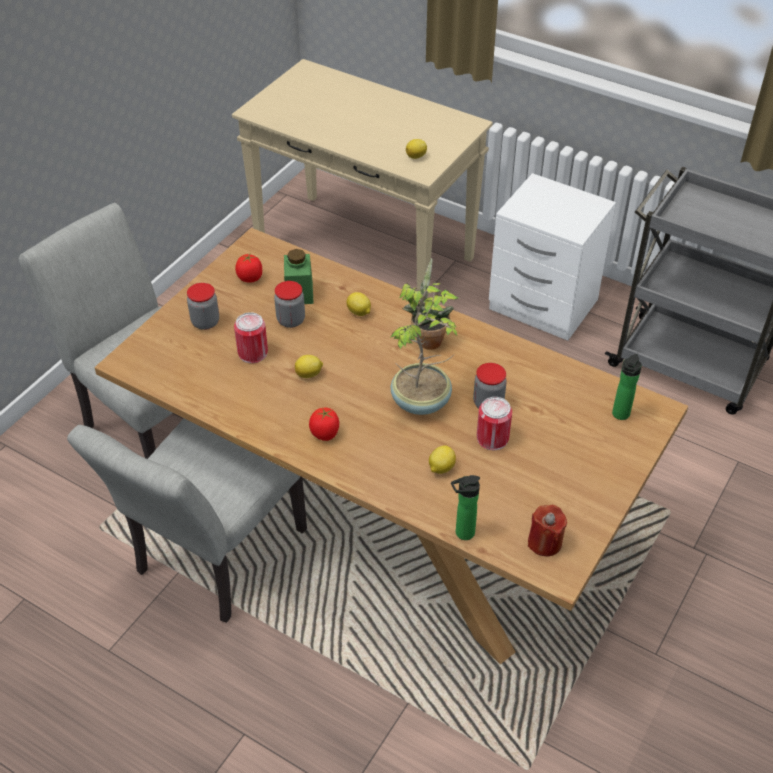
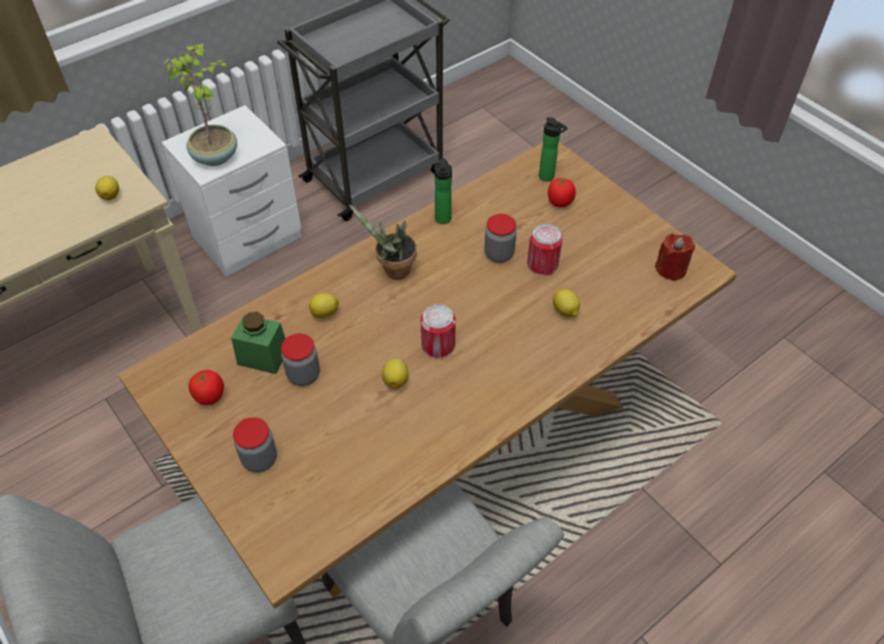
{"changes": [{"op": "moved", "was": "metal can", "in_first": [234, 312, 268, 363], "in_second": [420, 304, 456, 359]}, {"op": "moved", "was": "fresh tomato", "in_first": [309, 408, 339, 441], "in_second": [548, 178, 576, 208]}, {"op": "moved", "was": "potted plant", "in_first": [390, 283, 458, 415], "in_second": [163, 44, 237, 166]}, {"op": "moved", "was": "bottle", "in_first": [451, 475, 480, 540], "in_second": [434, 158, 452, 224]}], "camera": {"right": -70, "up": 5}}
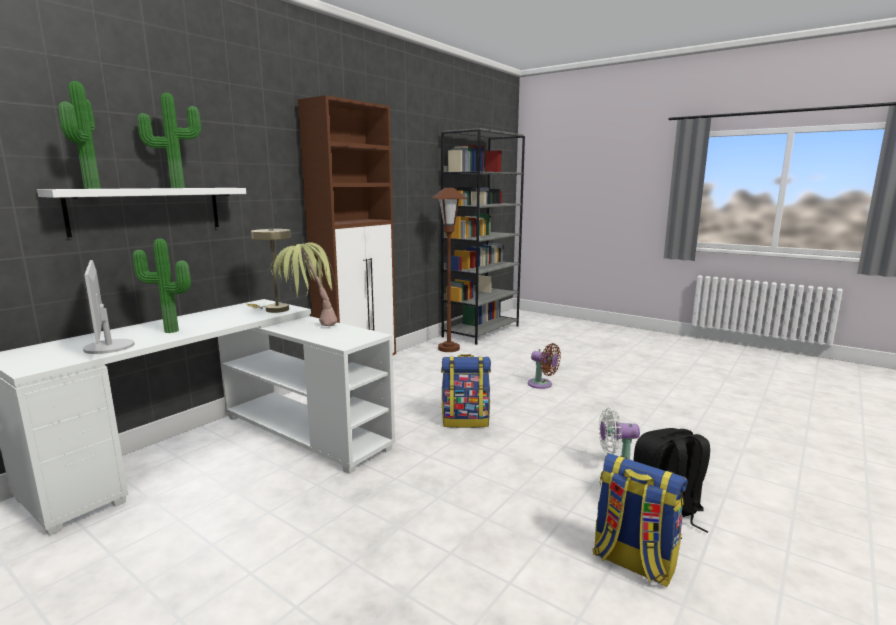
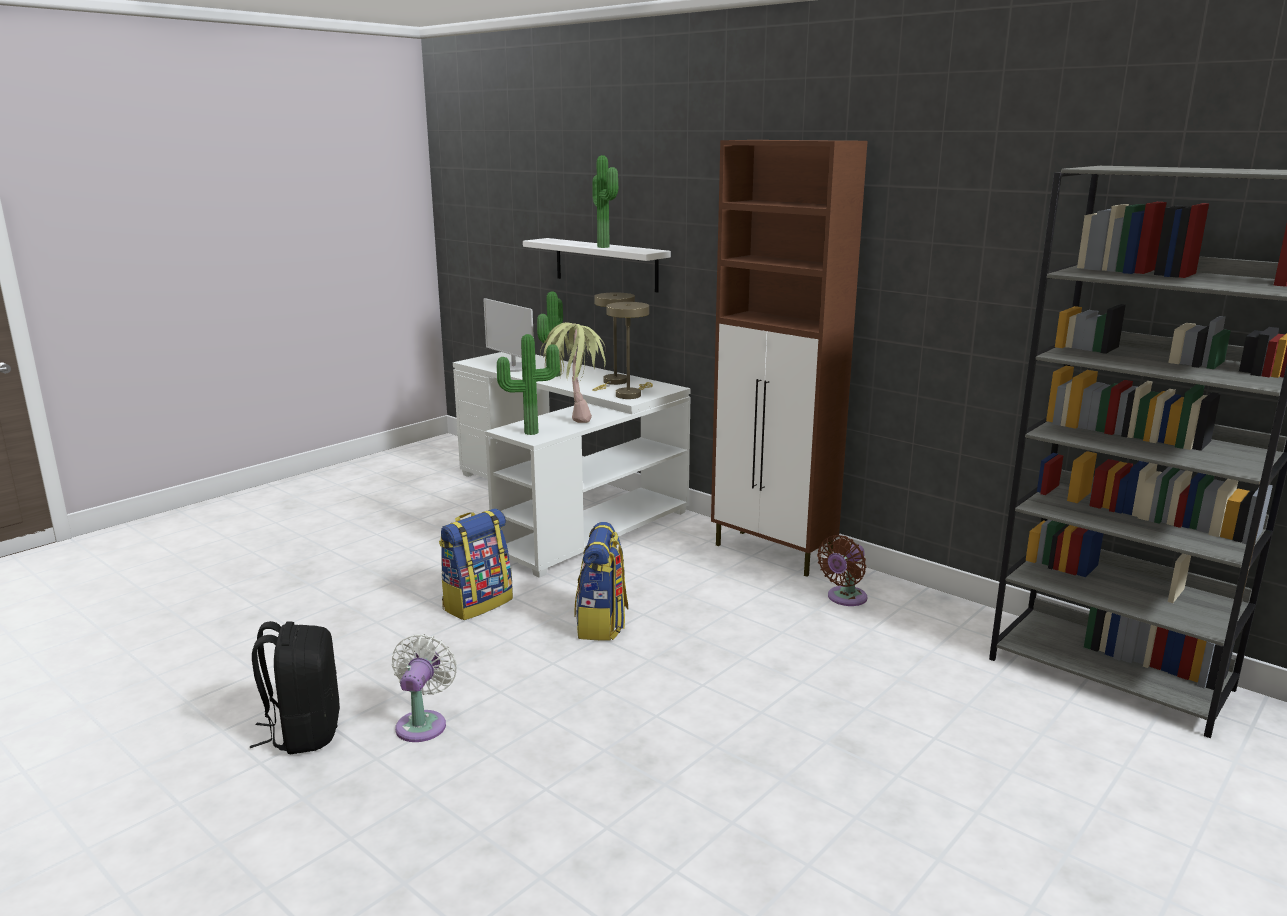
{"changes": [{"op": "removed", "was": "brown standing lamp", "in_first": [431, 188, 467, 352]}, {"op": "added", "now": "beige table lamp", "in_second": [592, 292, 635, 391]}, {"op": "moved", "was": "potted plant", "in_first": [58, 81, 101, 189], "in_second": [497, 334, 560, 435]}, {"op": "moved", "was": "brown cooling fan", "in_first": [528, 343, 561, 389], "in_second": [817, 535, 867, 606]}, {"op": "moved", "was": "backpack", "in_first": [593, 453, 687, 587], "in_second": [439, 509, 513, 620]}, {"op": "turned", "was": "computer screen", "in_first": [83, 260, 134, 354], "in_second": [483, 298, 534, 372], "clockwise": -105}], "camera": {"right": 95, "up": 5}}
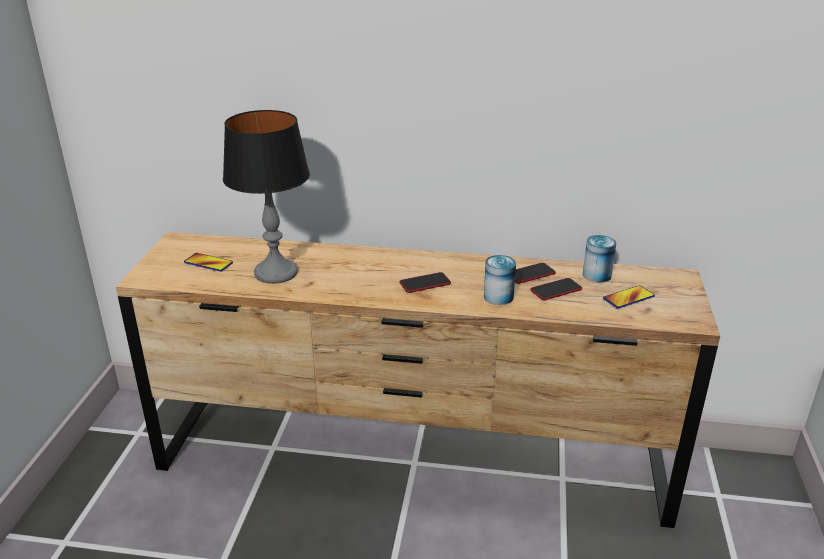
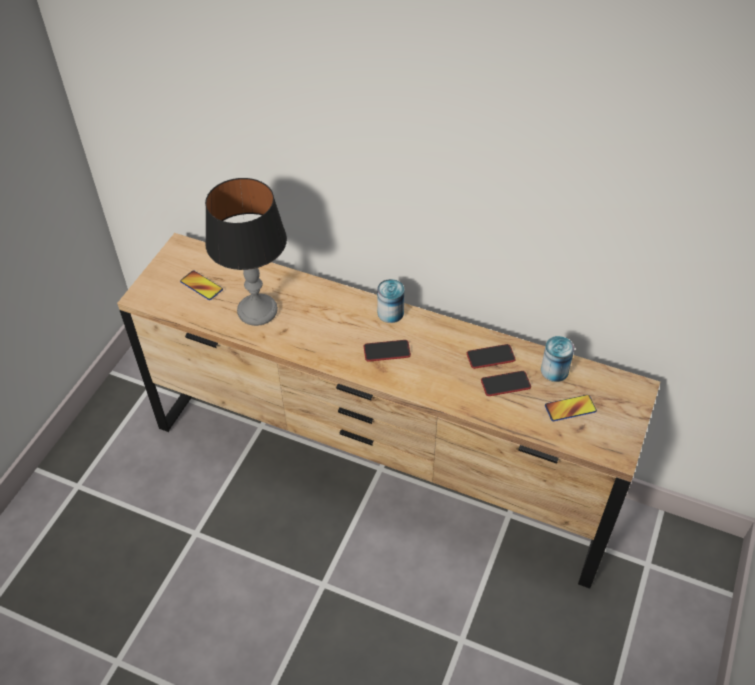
{"changes": [{"op": "moved", "was": "metal can", "in_first": [484, 255, 516, 305], "in_second": [377, 279, 404, 323]}], "camera": {"right": 15, "up": 20}}
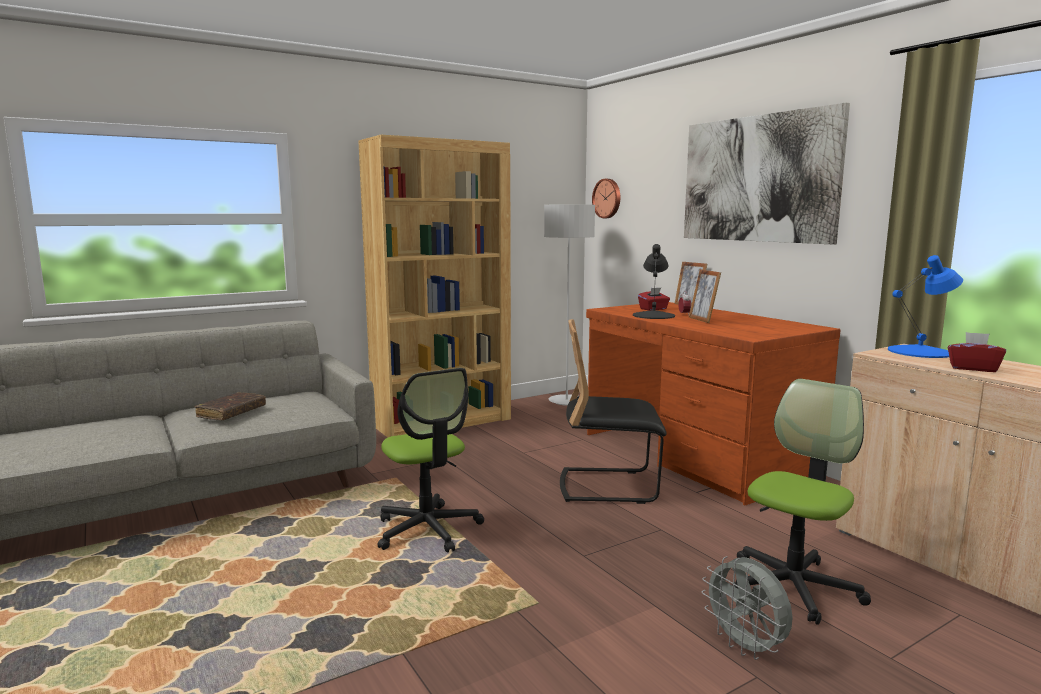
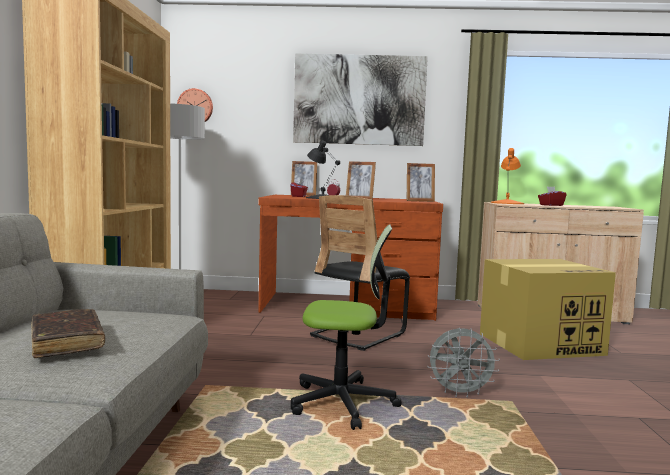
{"changes": [{"op": "added", "now": "picture frame", "in_second": [407, 163, 435, 202]}, {"op": "moved", "was": "greyish cooling fan", "in_first": [702, 556, 793, 660], "in_second": [427, 328, 500, 398]}, {"op": "replaced", "was": "office chair", "now": "packing box", "in_first": [734, 379, 871, 625], "in_second": [480, 259, 616, 360]}, {"op": "recoloured", "was": "blue-coloured table lamp", "now": "orange table lamp", "in_first": [888, 255, 963, 358], "in_second": [491, 148, 524, 204]}], "camera": {"right": -55, "up": -5}}
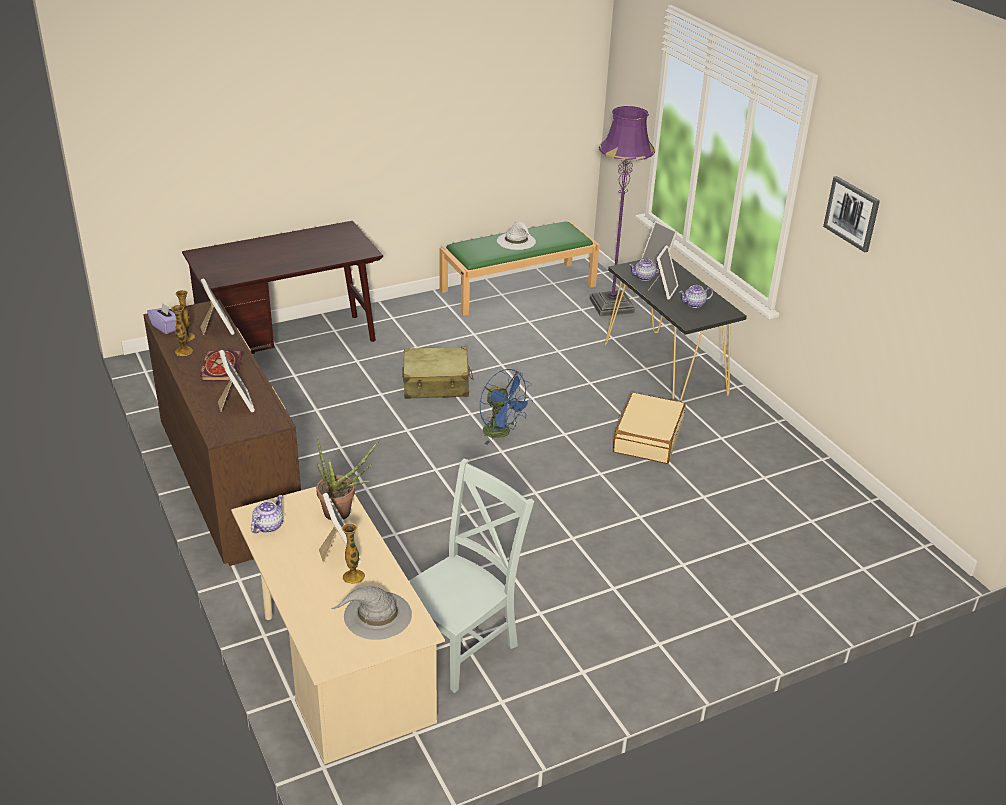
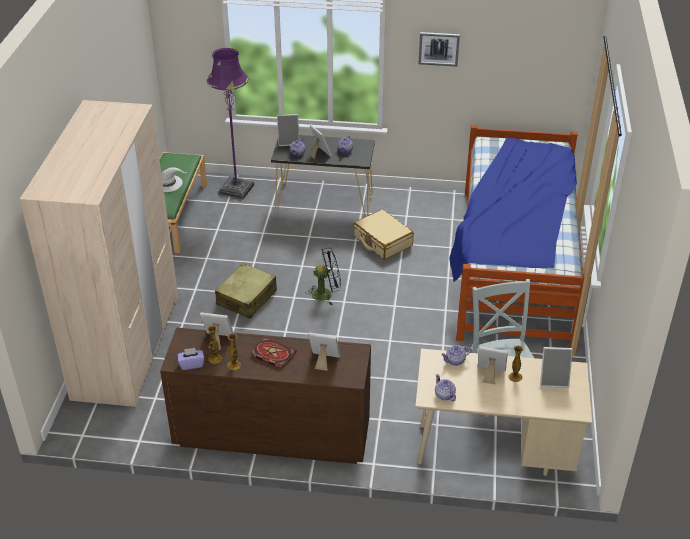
{"changes": [{"op": "added", "now": "sleeping bed", "in_second": [450, 125, 591, 348]}, {"op": "replaced", "was": "brown desk table", "now": "beige armoire", "in_first": [182, 221, 383, 354], "in_second": [20, 100, 178, 407]}, {"op": "replaced", "was": "potted plant", "now": "teapot", "in_first": [316, 436, 379, 520], "in_second": [441, 345, 471, 366]}, {"op": "replaced", "was": "greyish hat", "now": "picture frame", "in_first": [331, 586, 412, 640], "in_second": [540, 347, 573, 388]}, {"op": "recoloured", "was": "blue-coloured cooling fan", "now": "black-coloured cooling fan", "in_first": [480, 369, 533, 445], "in_second": [306, 248, 341, 305]}], "camera": {"right": -55, "up": 5}}
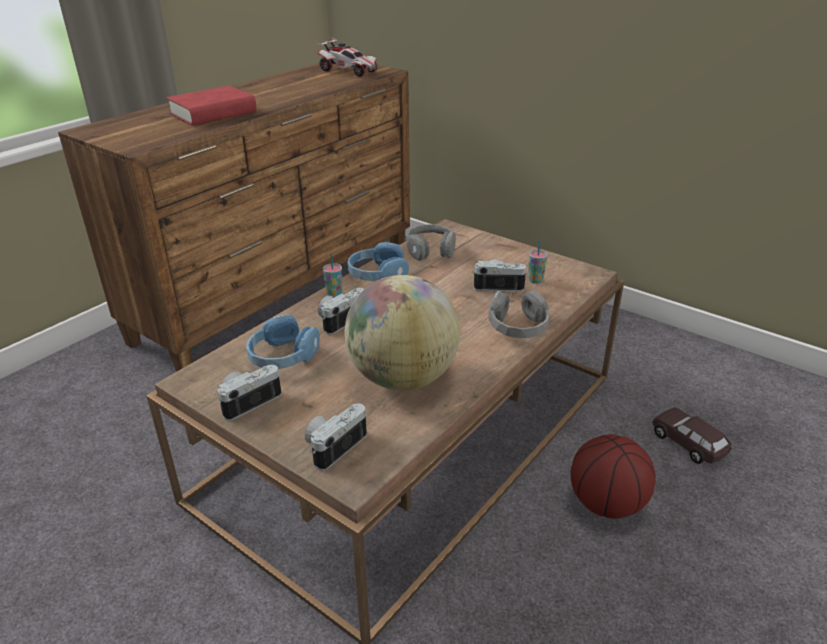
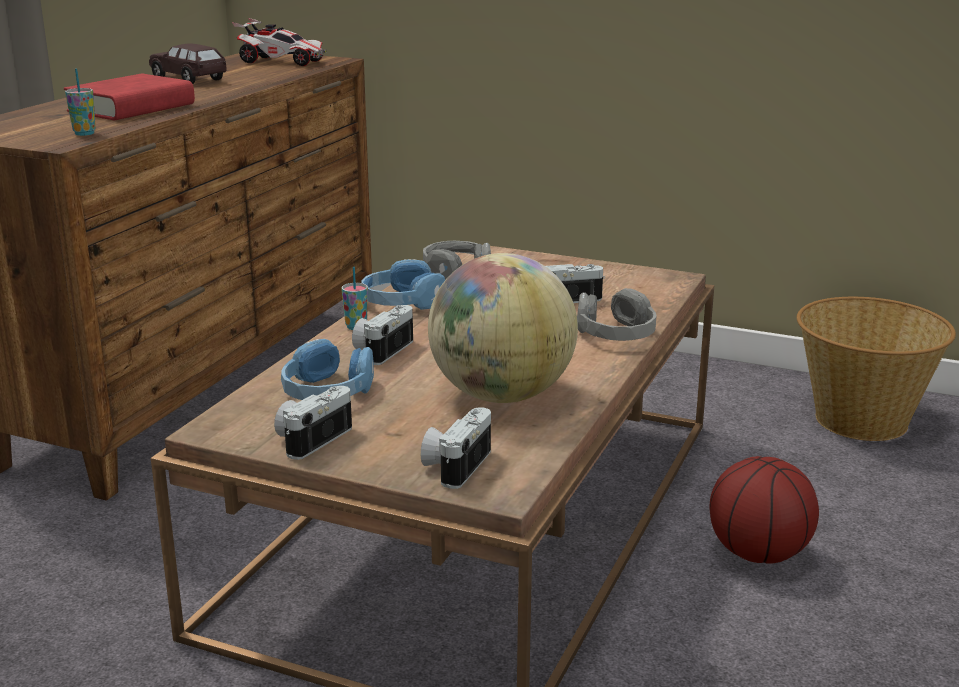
{"changes": [{"op": "added", "now": "storage basket", "in_second": [797, 297, 956, 441]}, {"op": "moved", "was": "cup", "in_first": [528, 240, 548, 283], "in_second": [65, 69, 96, 136]}, {"op": "moved", "was": "brown model car", "in_first": [652, 407, 732, 464], "in_second": [149, 44, 227, 84]}], "camera": {"right": -15, "up": -10}}
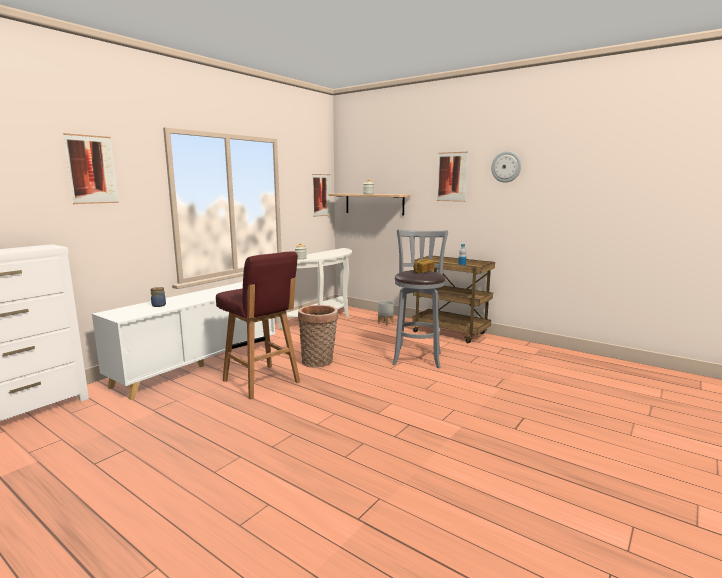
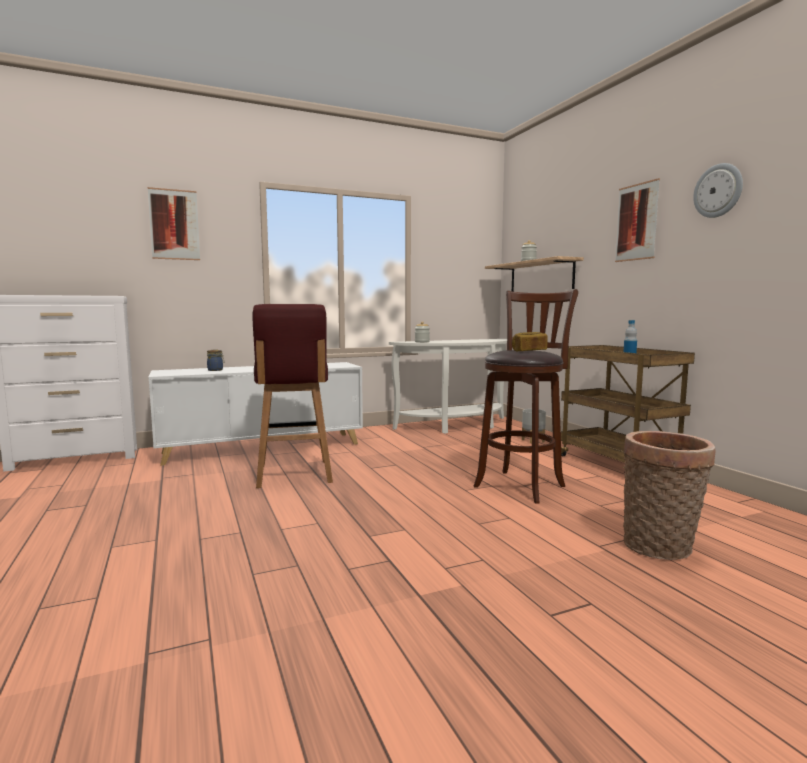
{"changes": [{"op": "removed", "was": "wall picture", "in_first": [312, 174, 331, 217]}, {"op": "moved", "was": "storage basket", "in_first": [298, 305, 338, 368], "in_second": [623, 431, 715, 560]}, {"op": "recoloured", "was": "greyish stool", "now": "brown stool", "in_first": [392, 229, 448, 368], "in_second": [474, 289, 578, 504]}], "camera": {"right": 30, "up": -5}}
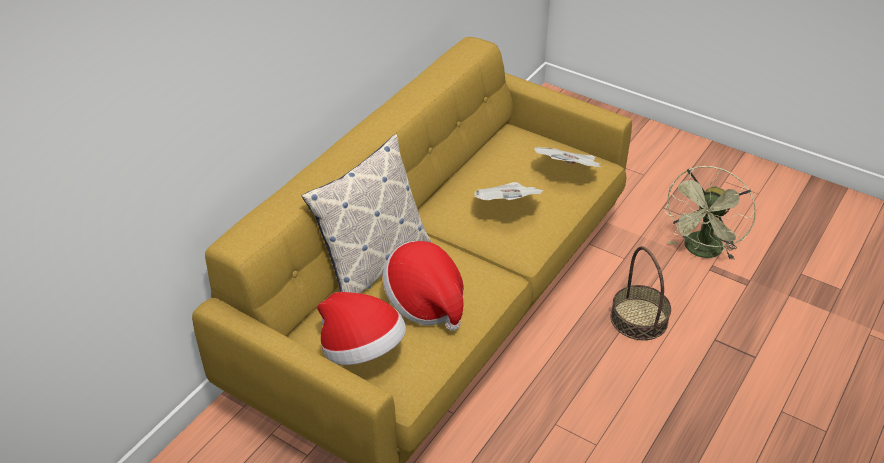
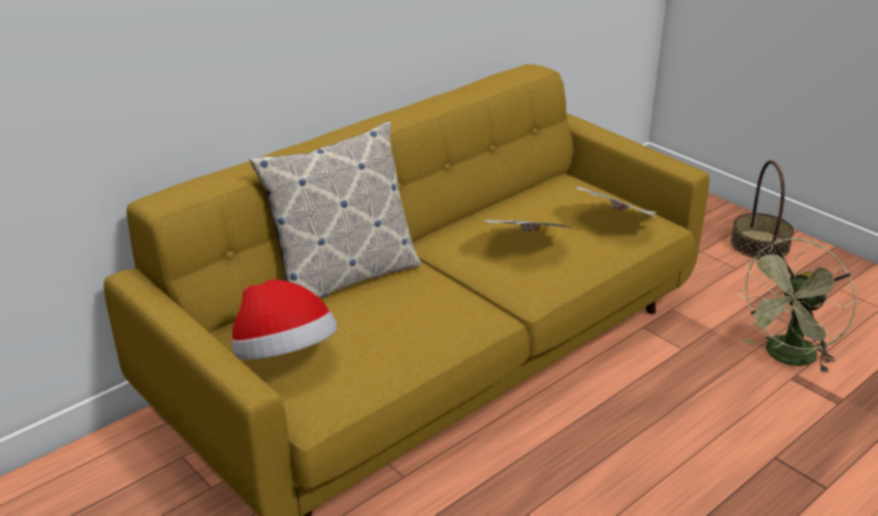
{"changes": [{"op": "removed", "was": "hat", "in_first": [382, 241, 464, 331]}, {"op": "moved", "was": "storage basket", "in_first": [610, 246, 671, 340], "in_second": [731, 160, 794, 259]}], "camera": {"right": 15, "up": -10}}
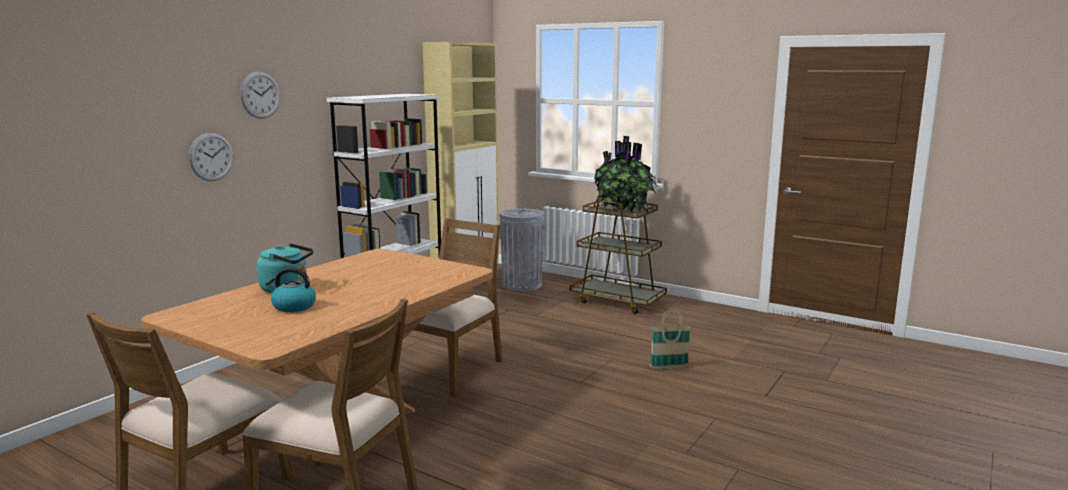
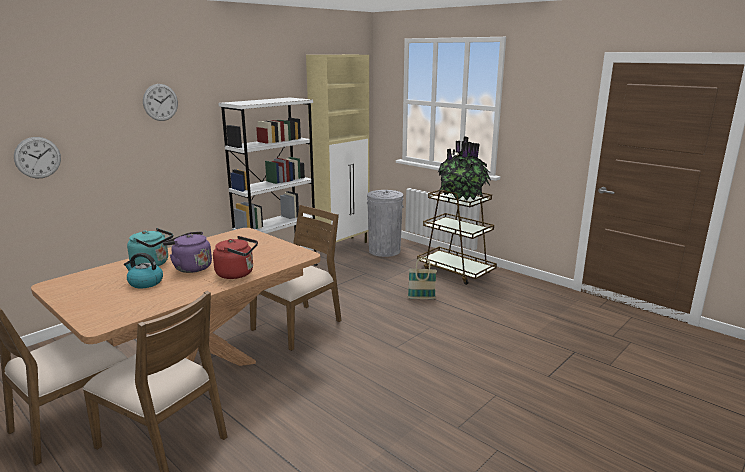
{"changes": [{"op": "added", "now": "purple-coloured kettle", "in_second": [163, 231, 212, 273]}, {"op": "added", "now": "red kettle", "in_second": [213, 236, 258, 279]}, {"op": "moved", "was": "clock on the wall", "in_first": [189, 133, 234, 181], "in_second": [14, 137, 61, 178]}, {"op": "moved", "was": "storage basket", "in_first": [649, 309, 691, 369], "in_second": [408, 257, 437, 299]}], "camera": {"right": 10, "up": 5}}
